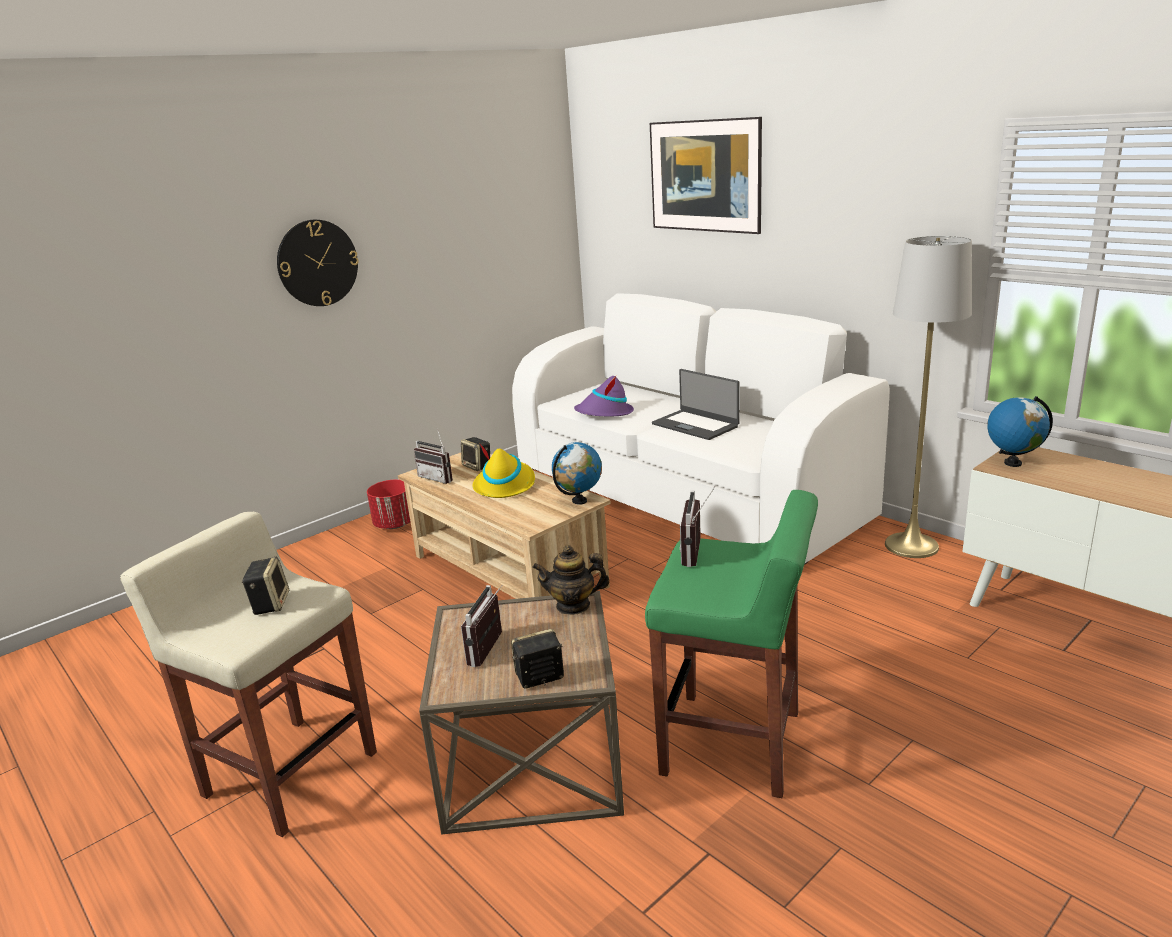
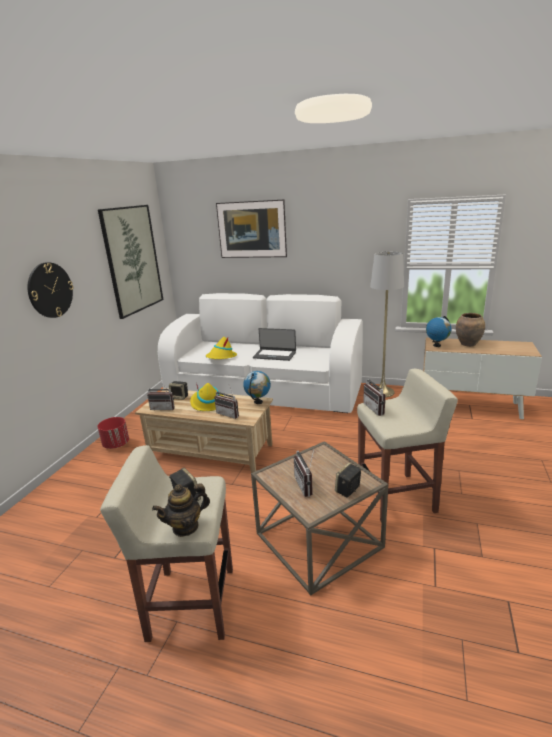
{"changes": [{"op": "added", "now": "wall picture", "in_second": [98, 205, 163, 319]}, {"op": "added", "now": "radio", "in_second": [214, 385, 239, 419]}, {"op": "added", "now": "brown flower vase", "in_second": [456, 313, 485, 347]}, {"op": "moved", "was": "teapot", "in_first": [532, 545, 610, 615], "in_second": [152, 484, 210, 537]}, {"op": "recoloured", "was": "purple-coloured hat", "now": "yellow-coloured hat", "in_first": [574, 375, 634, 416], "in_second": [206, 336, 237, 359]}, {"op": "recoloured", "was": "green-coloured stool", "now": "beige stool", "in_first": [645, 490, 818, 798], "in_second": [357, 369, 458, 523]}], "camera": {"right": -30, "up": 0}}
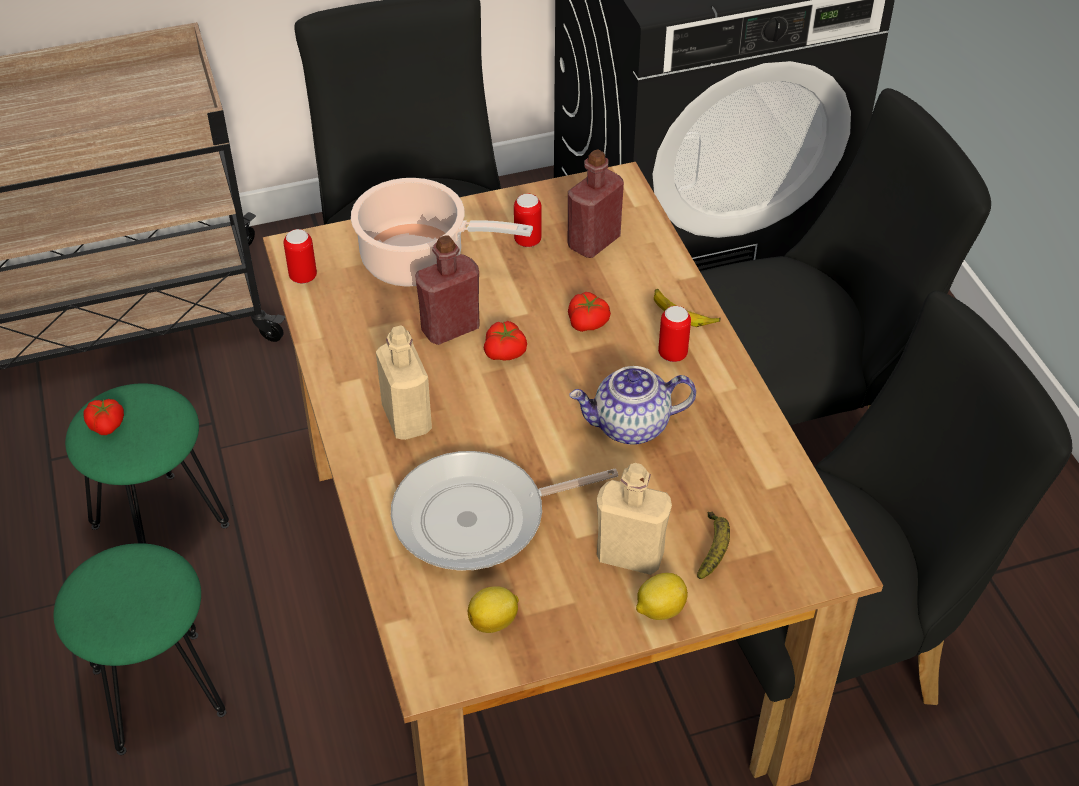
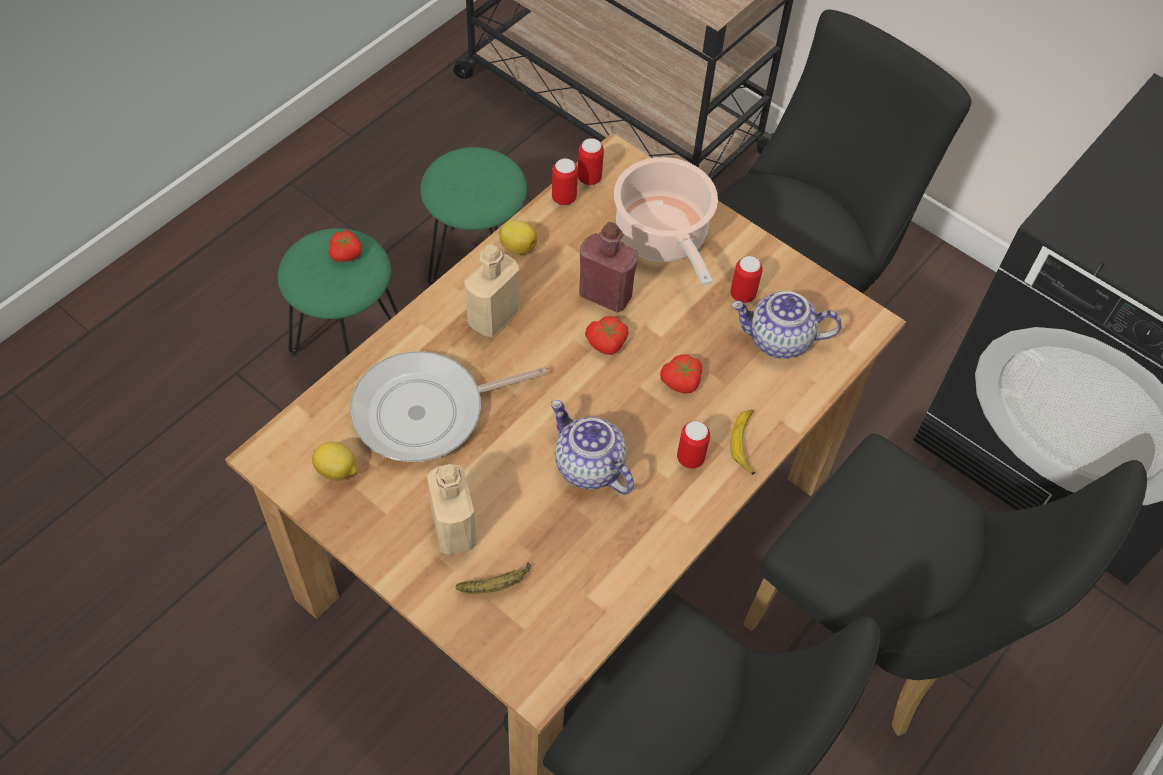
{"changes": [{"op": "added", "now": "metal can", "in_second": [552, 158, 578, 206]}, {"op": "moved", "was": "fresh tomato", "in_first": [83, 399, 124, 435], "in_second": [329, 230, 362, 262]}, {"op": "moved", "was": "whole lemon", "in_first": [636, 573, 688, 620], "in_second": [499, 220, 537, 255]}, {"op": "replaced", "was": "red bottle", "now": "teapot", "in_first": [567, 150, 624, 258], "in_second": [731, 291, 842, 359]}, {"op": "turned", "was": "skillet", "in_first": [391, 451, 618, 571], "in_second": [350, 351, 547, 462], "clockwise": -60}], "camera": {"right": 55, "up": 10}}
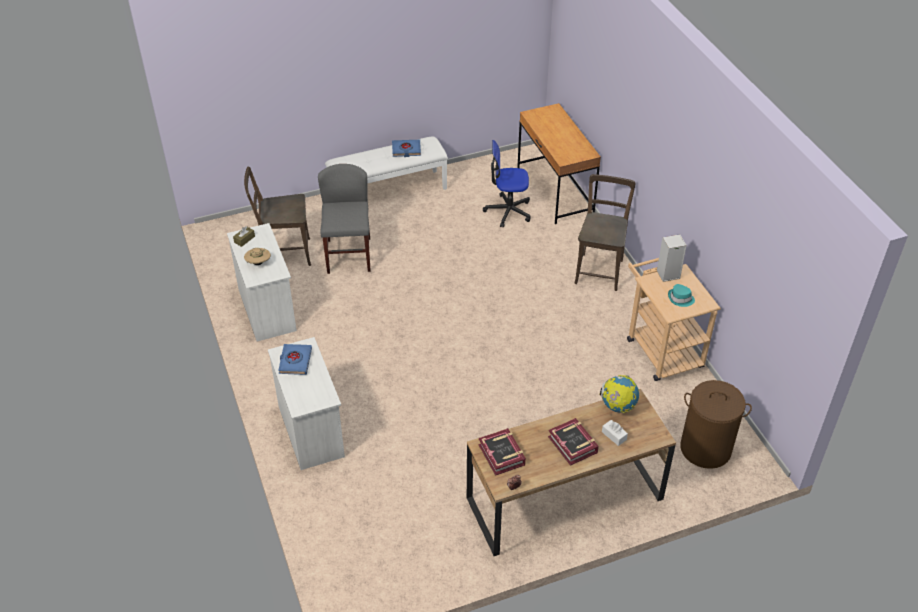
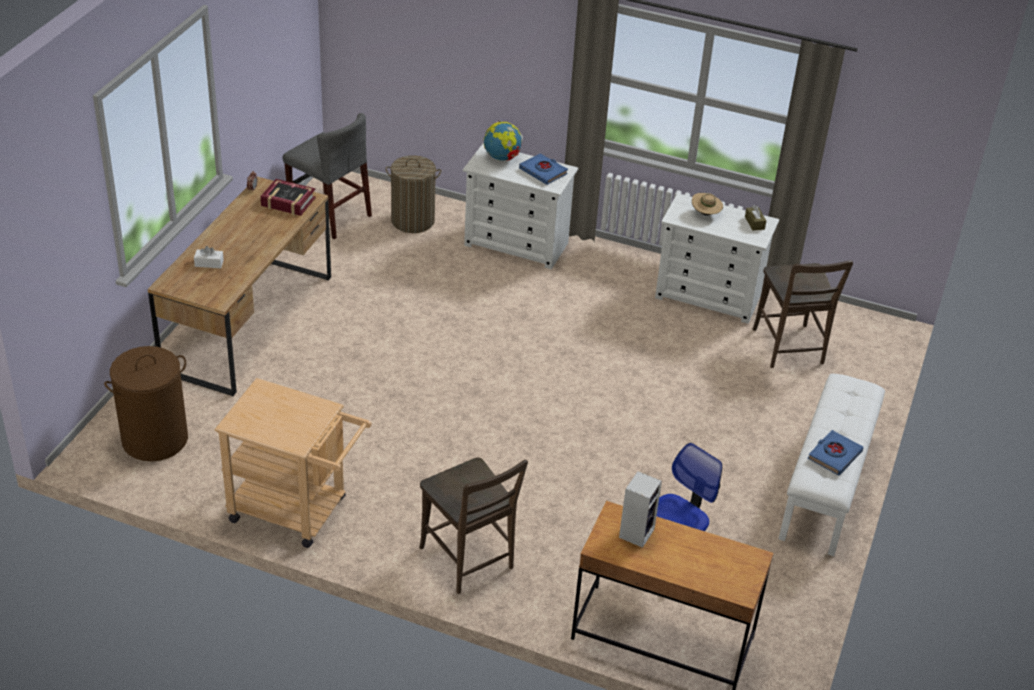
{"changes": [{"op": "removed", "was": "volume", "in_first": [548, 418, 599, 466]}, {"op": "removed", "was": "blue-green hat", "in_first": [668, 284, 695, 307]}, {"op": "added", "now": "laundry basket", "in_second": [386, 155, 441, 233]}, {"op": "moved", "was": "greyish upright chair", "in_first": [318, 164, 371, 274], "in_second": [283, 113, 372, 239]}, {"op": "moved", "was": "globe", "in_first": [600, 375, 639, 413], "in_second": [484, 120, 523, 161]}, {"op": "moved", "was": "audio speaker", "in_first": [657, 234, 687, 282], "in_second": [619, 471, 662, 548]}, {"op": "turned", "was": "brown upright chair", "in_first": [244, 167, 311, 266], "in_second": [753, 260, 853, 368], "clockwise": 135}], "camera": {"right": 130, "up": -5}}
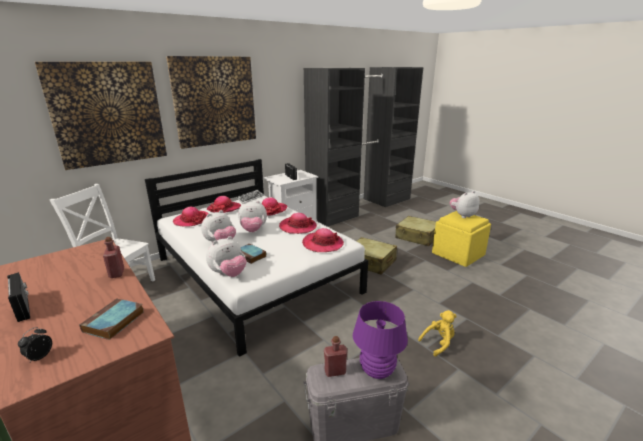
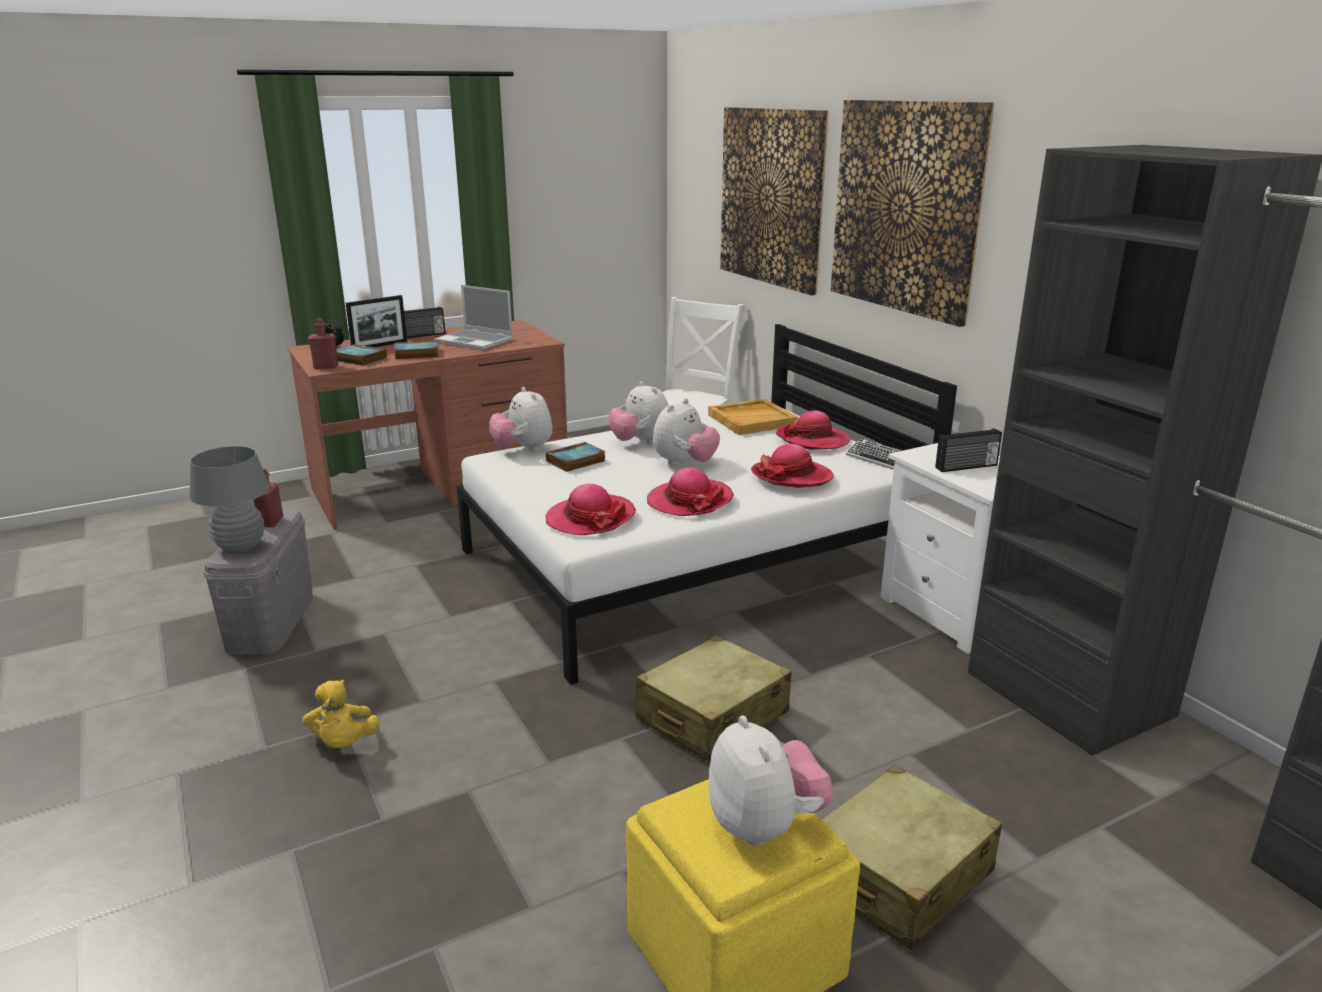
{"changes": [{"op": "added", "now": "picture frame", "in_second": [345, 295, 407, 347]}, {"op": "added", "now": "volume", "in_second": [394, 340, 439, 359]}, {"op": "added", "now": "portable computer", "in_second": [435, 285, 513, 350]}, {"op": "moved", "was": "red bottle", "in_first": [103, 237, 124, 278], "in_second": [308, 318, 338, 369]}, {"op": "replaced", "was": "hat", "now": "beige serving tray", "in_first": [173, 207, 209, 227], "in_second": [708, 399, 798, 435]}, {"op": "recoloured", "was": "purple-coloured table lamp", "now": "greyish table lamp", "in_first": [353, 301, 408, 379], "in_second": [189, 446, 270, 553]}, {"op": "turned", "was": "plush toy", "in_first": [238, 201, 267, 232], "in_second": [653, 399, 720, 466], "clockwise": -150}], "camera": {"right": 100, "up": 0}}
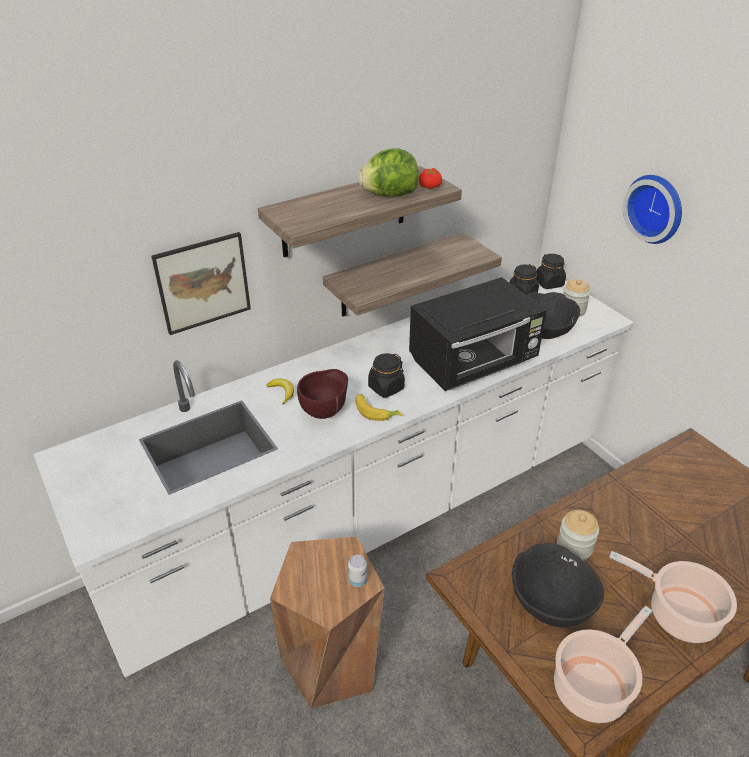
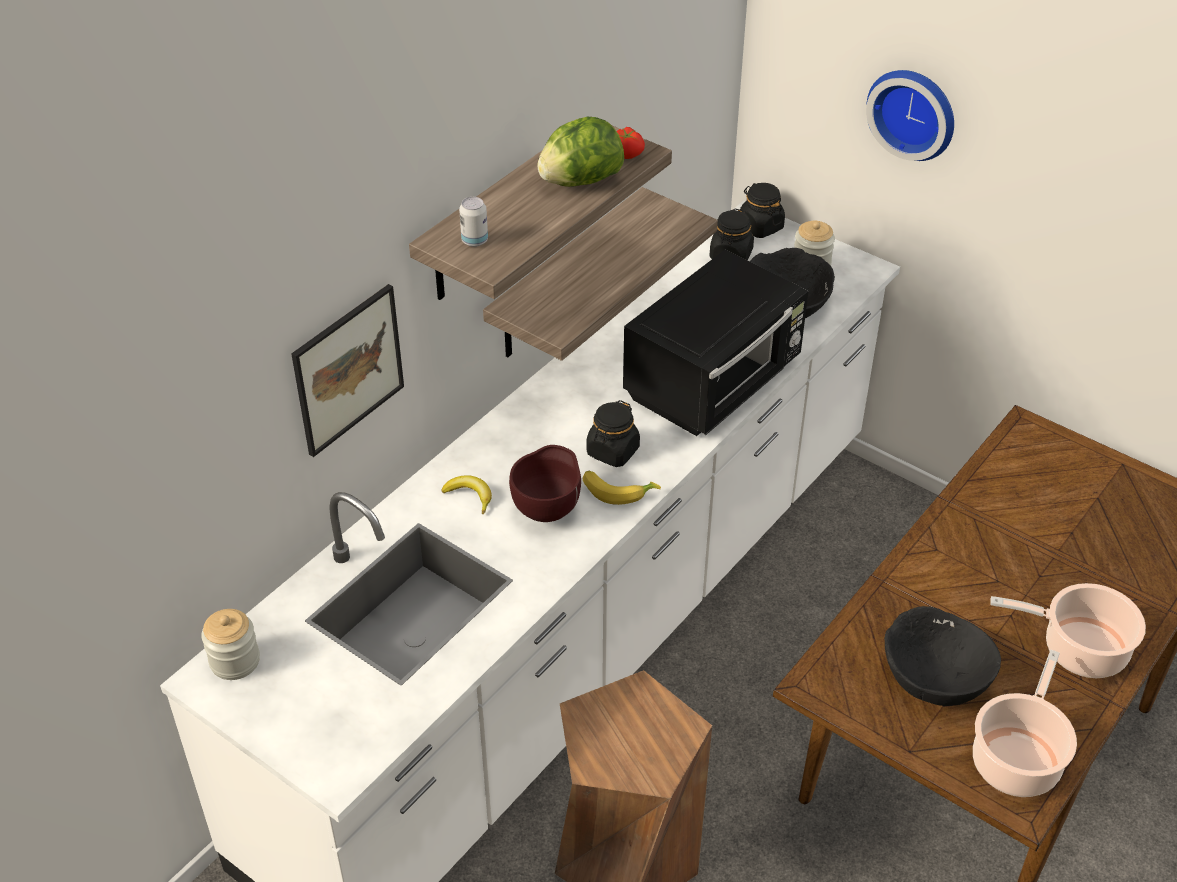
{"changes": [{"op": "moved", "was": "metal can", "in_first": [348, 555, 367, 587], "in_second": [459, 197, 488, 247]}, {"op": "moved", "was": "storage jar", "in_first": [557, 510, 599, 561], "in_second": [201, 609, 260, 680]}], "camera": {"right": -20, "up": 5}}
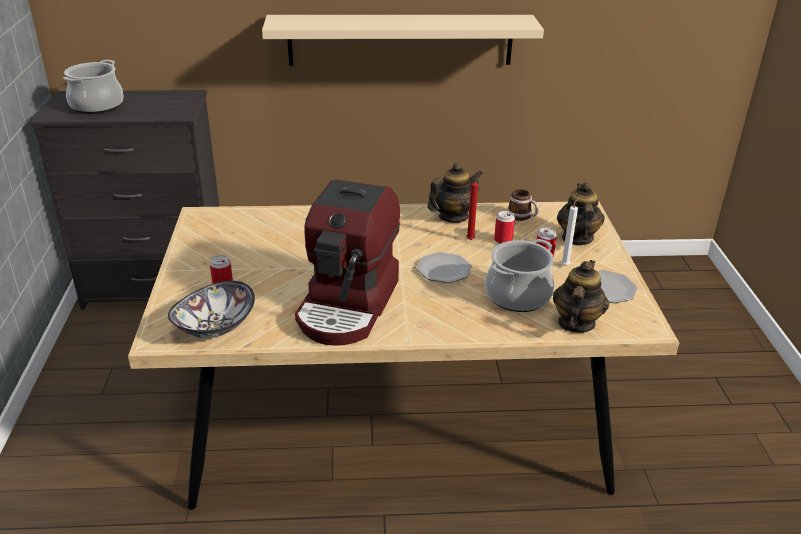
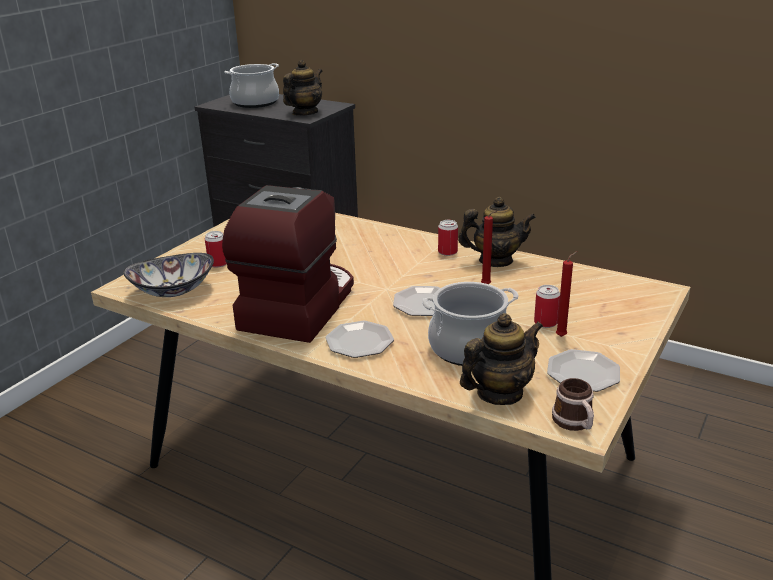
{"changes": [{"op": "removed", "was": "beige shelf", "in_first": [262, 15, 544, 66]}, {"op": "added", "now": "flat dish", "in_second": [325, 321, 394, 358]}, {"op": "moved", "was": "metal can", "in_first": [494, 211, 515, 244], "in_second": [438, 220, 458, 256]}, {"op": "moved", "was": "mug", "in_first": [507, 189, 539, 221], "in_second": [552, 378, 594, 431]}, {"op": "moved", "was": "teapot", "in_first": [557, 182, 605, 246], "in_second": [283, 60, 322, 116]}, {"op": "recoloured", "was": "white wax light", "now": "red wax light", "in_first": [561, 198, 578, 266], "in_second": [556, 251, 577, 337]}, {"op": "turned", "was": "coffee brewer", "in_first": [295, 180, 400, 345], "in_second": [222, 185, 354, 343], "clockwise": 150}], "camera": {"right": 35, "up": -5}}
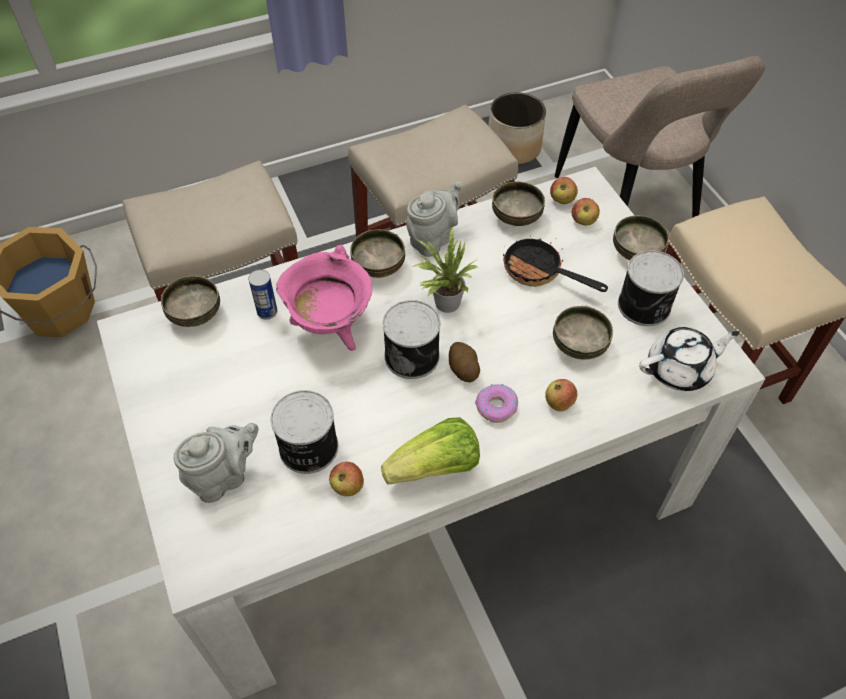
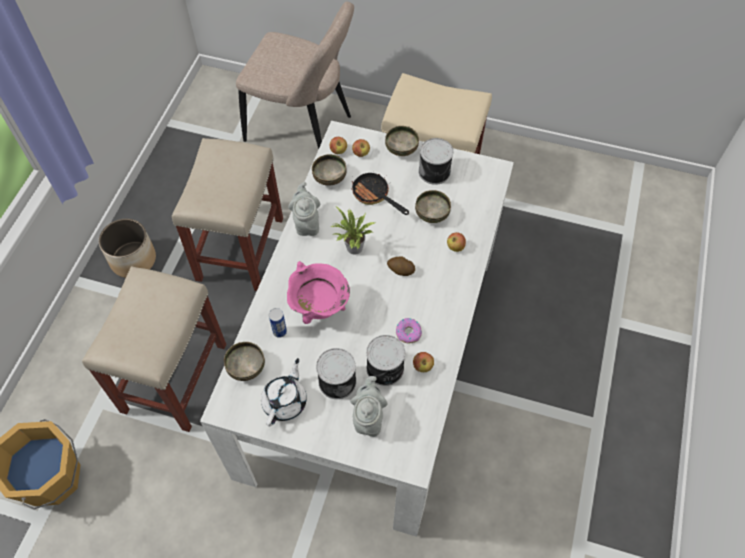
{"changes": [{"op": "removed", "was": "deep dish", "in_first": [350, 229, 405, 278]}, {"op": "removed", "was": "head of lettuce", "in_first": [381, 417, 480, 484]}, {"op": "moved", "was": "metal can", "in_first": [383, 300, 440, 379], "in_second": [316, 348, 356, 399]}, {"op": "moved", "was": "ring doughnut", "in_first": [475, 384, 518, 423], "in_second": [396, 318, 422, 343]}, {"op": "moved", "was": "planter", "in_first": [488, 92, 546, 164], "in_second": [99, 219, 156, 278]}, {"op": "moved", "was": "white teapot", "in_first": [639, 327, 740, 391], "in_second": [261, 358, 307, 426]}, {"op": "turned", "was": "skillet", "in_first": [503, 236, 608, 292], "in_second": [351, 171, 409, 215], "clockwise": 60}], "camera": {"right": -50, "up": 5}}
